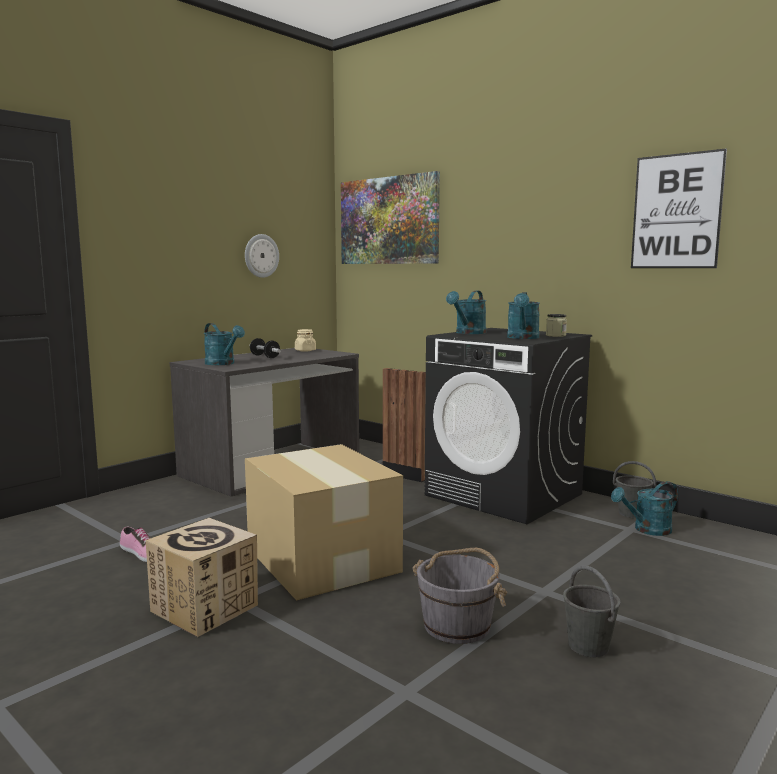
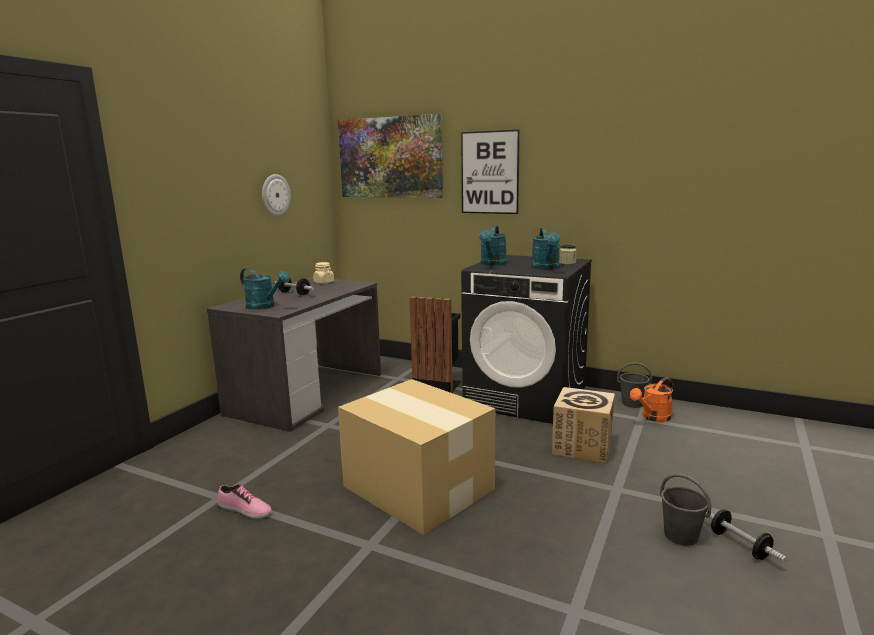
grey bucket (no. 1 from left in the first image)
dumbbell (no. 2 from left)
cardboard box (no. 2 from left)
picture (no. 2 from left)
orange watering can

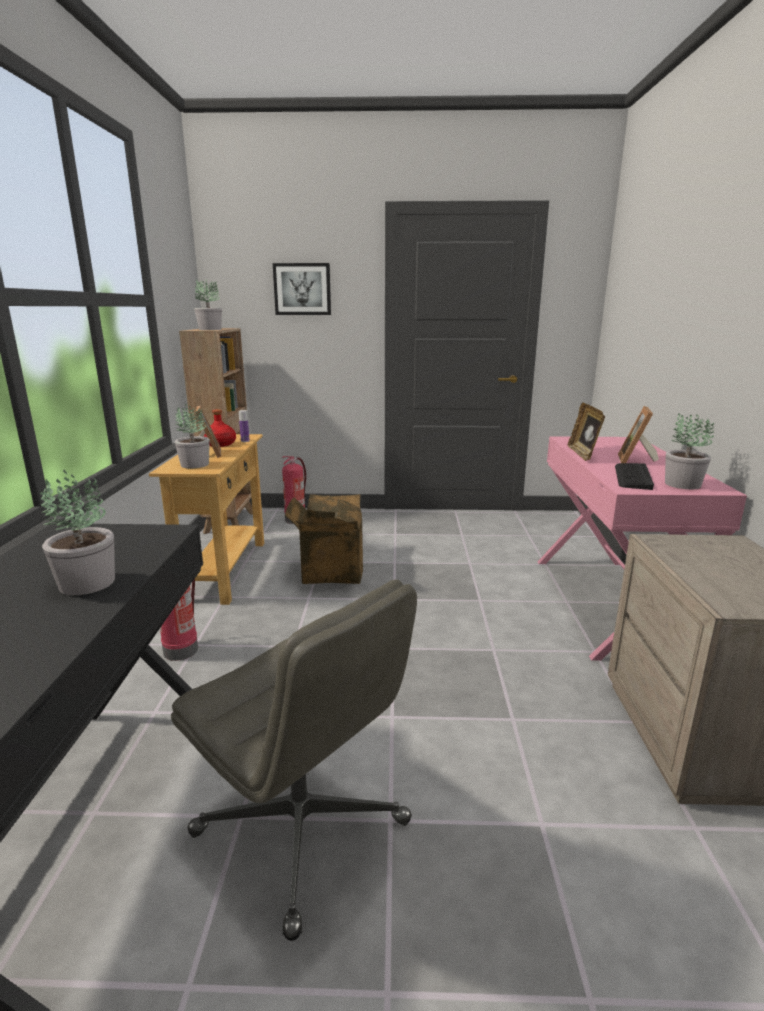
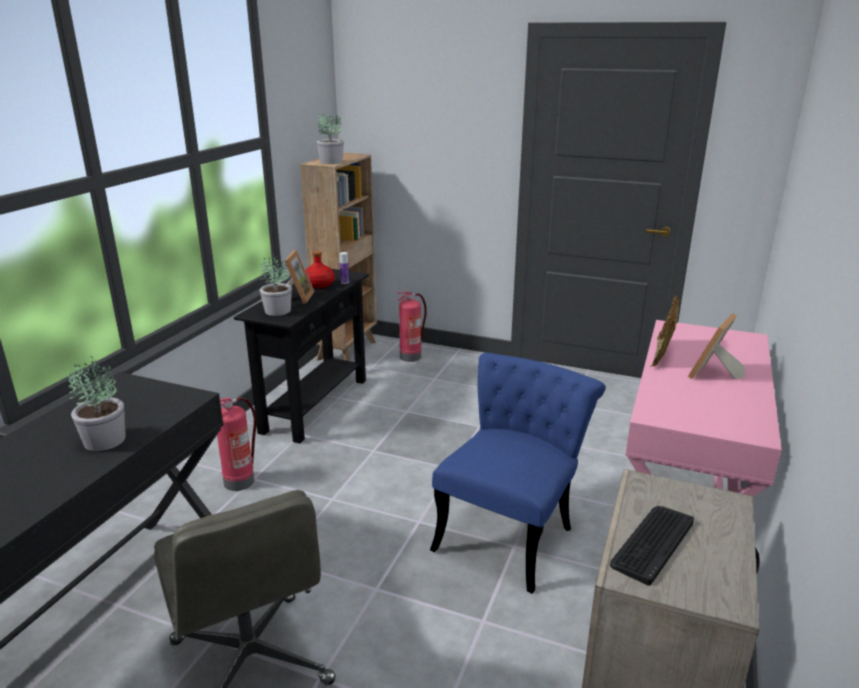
picture
cardboard box
potted plant (no. 4 from left in the first image)
blue chair
keyboard
black console table

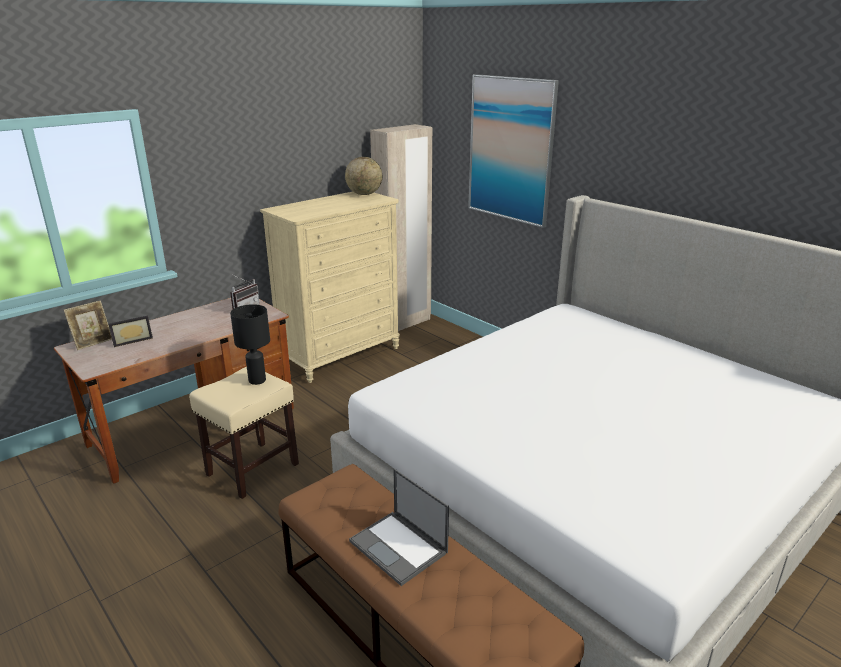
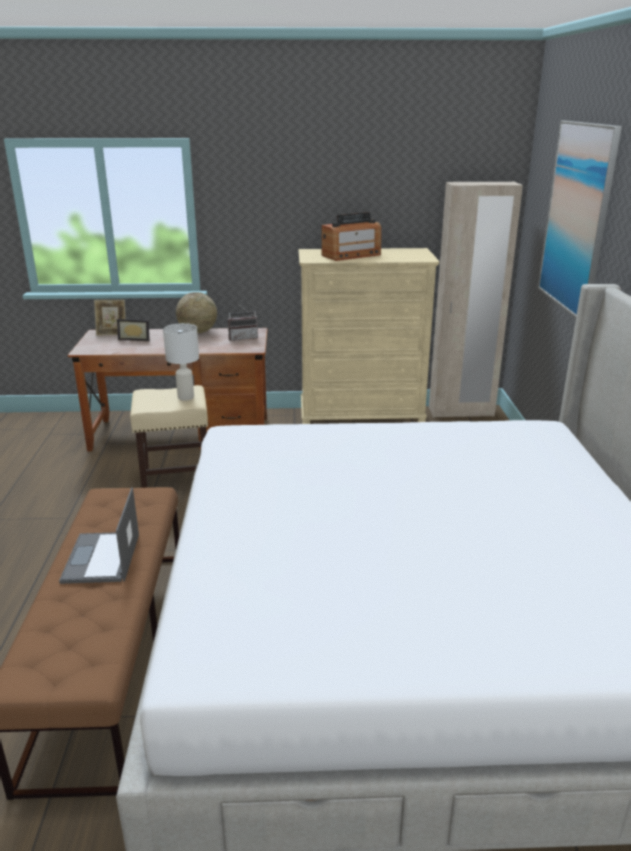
radio (no. 2 from left)
globe
white table lamp

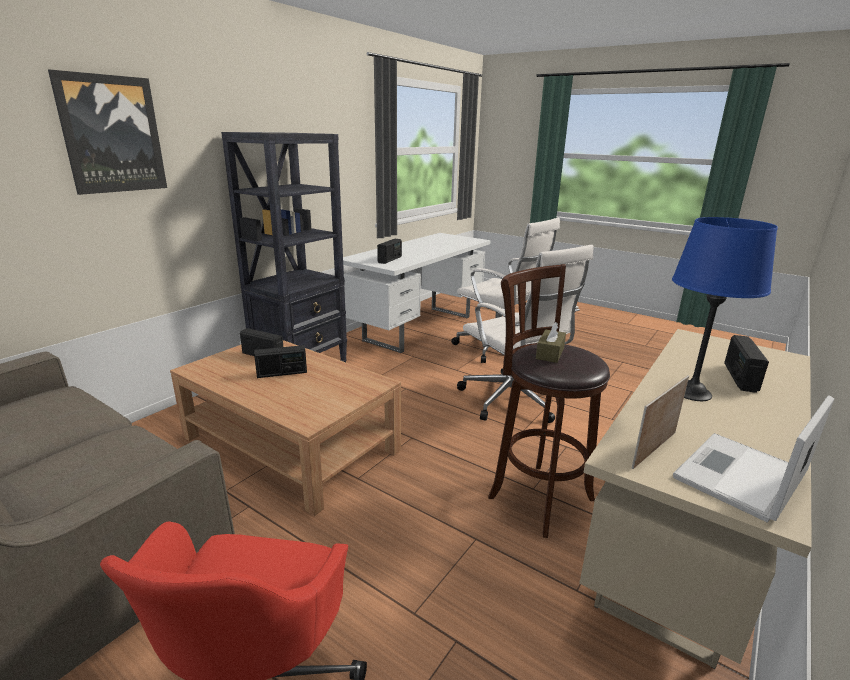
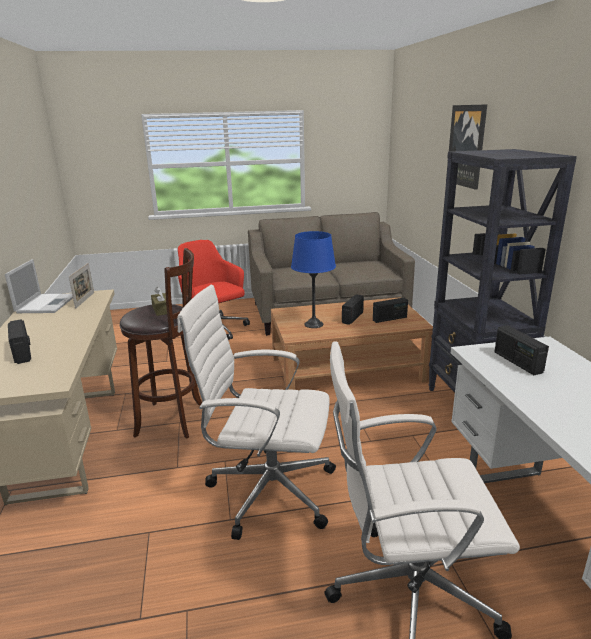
blue table lamp

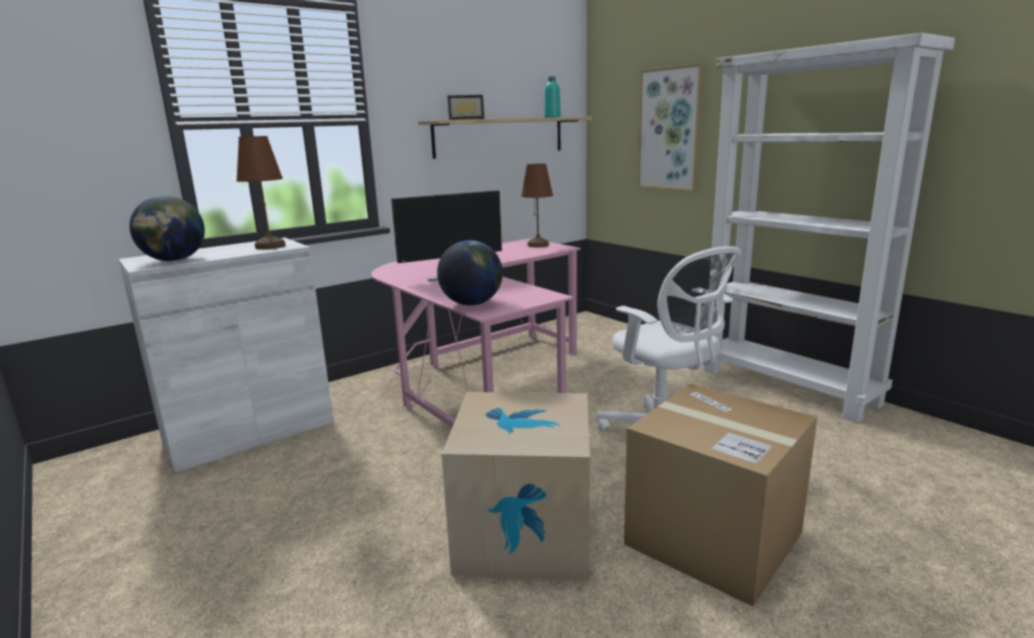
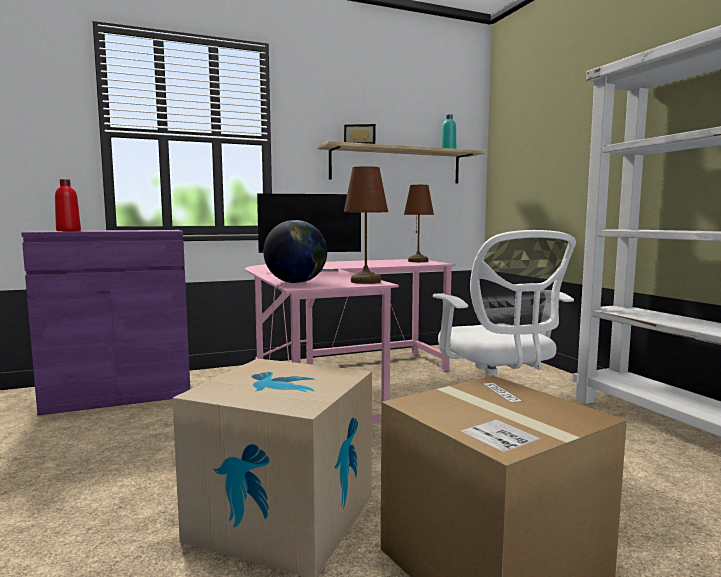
picture
brown table lamp (no. 1 from left)
red bottle
purple cabinet

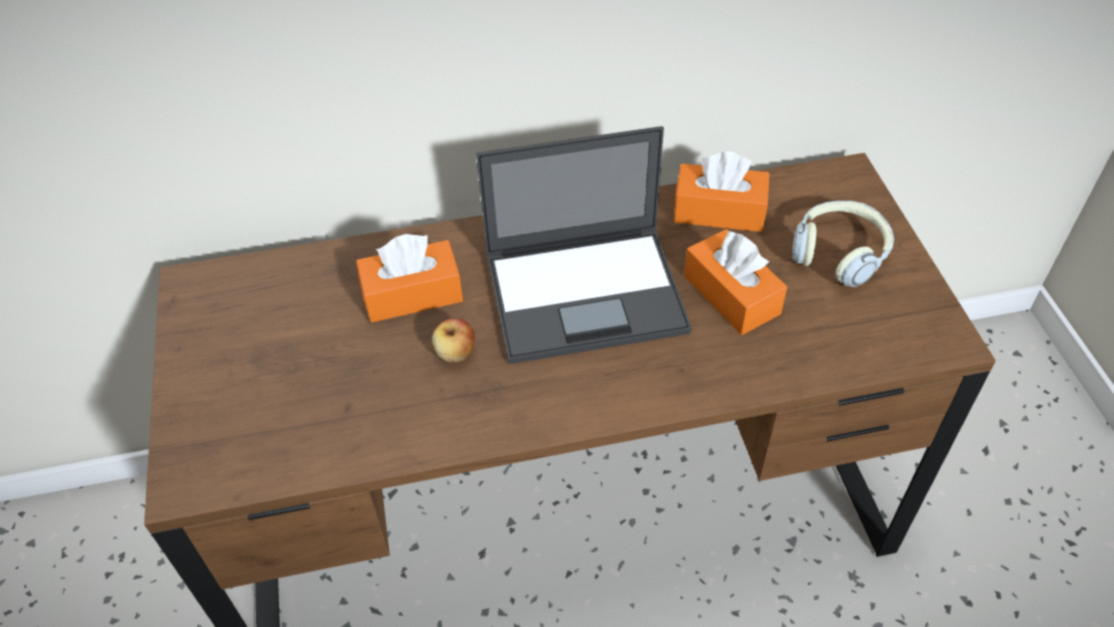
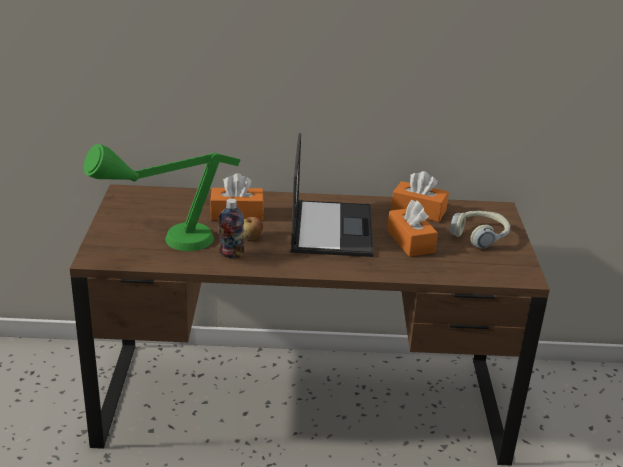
green table lamp
bottle
laptop

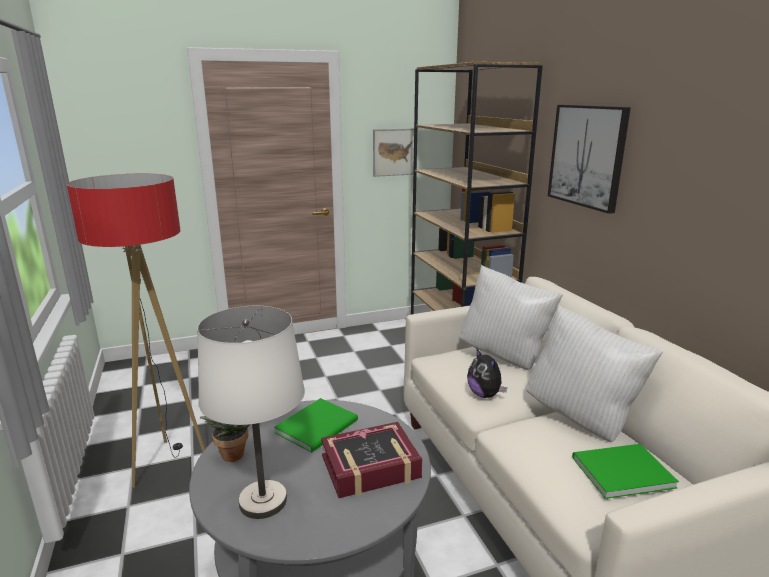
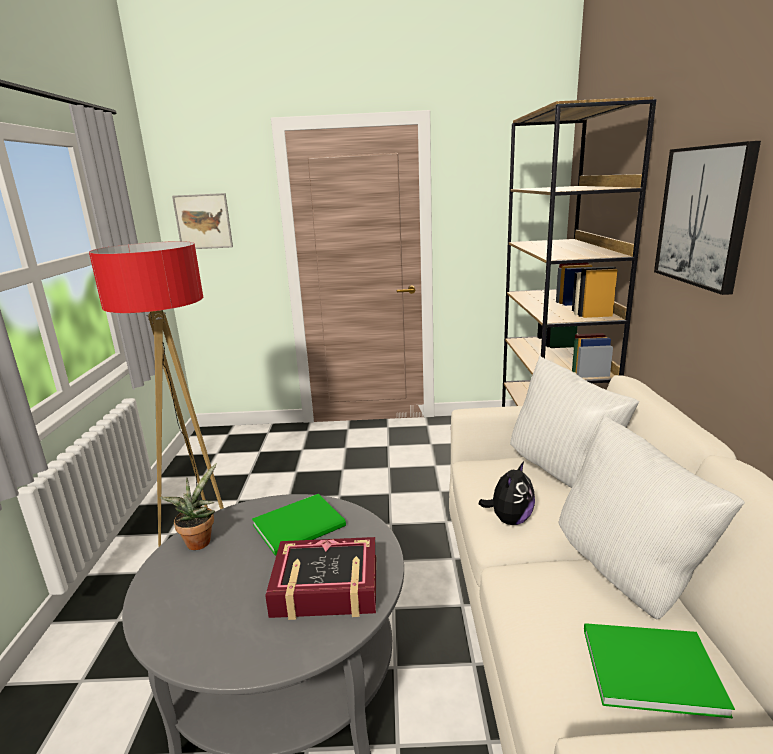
white table lamp
picture (no. 1 from left)
plush toy

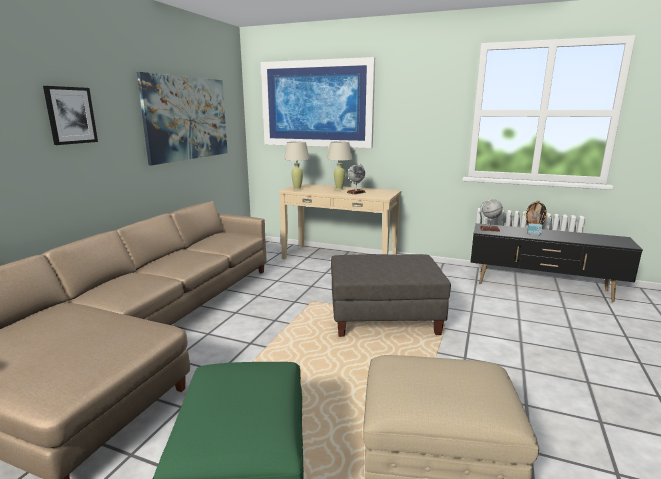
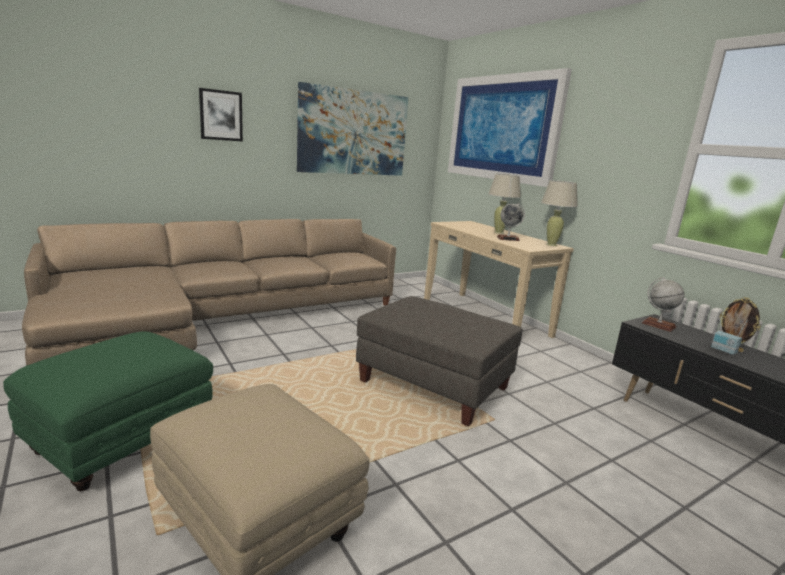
beige table lamp (no. 2 from left)

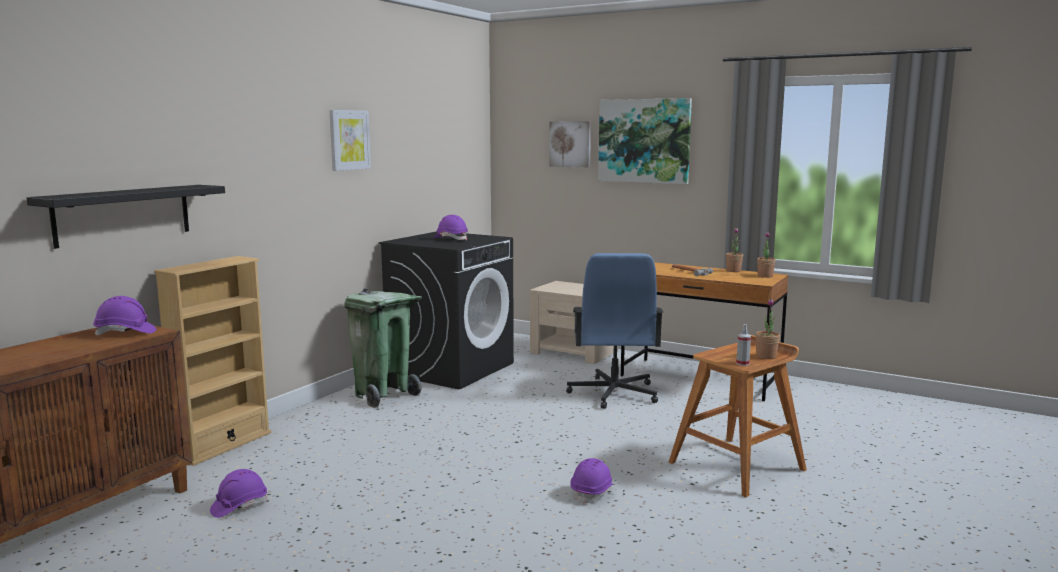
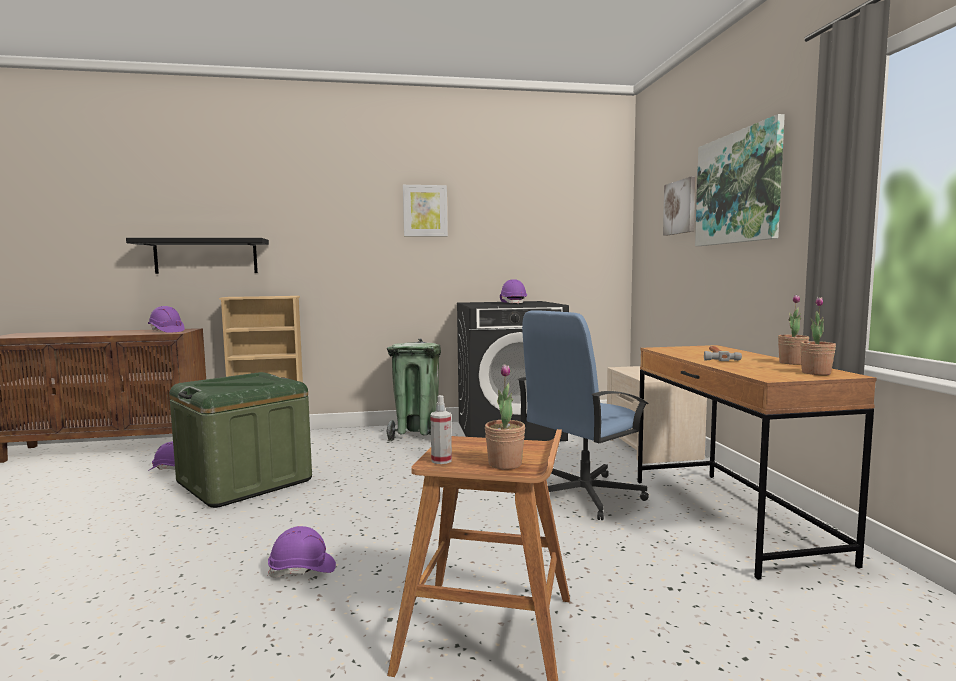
green storage box

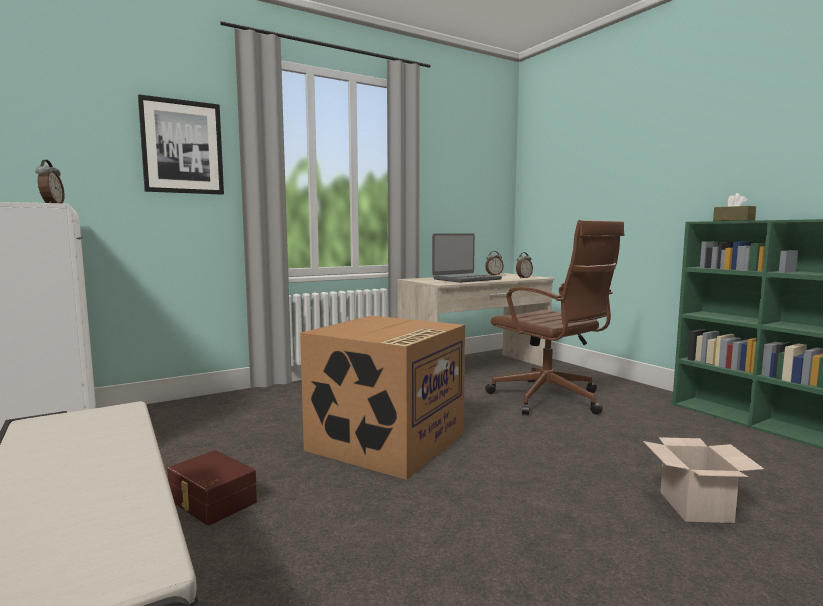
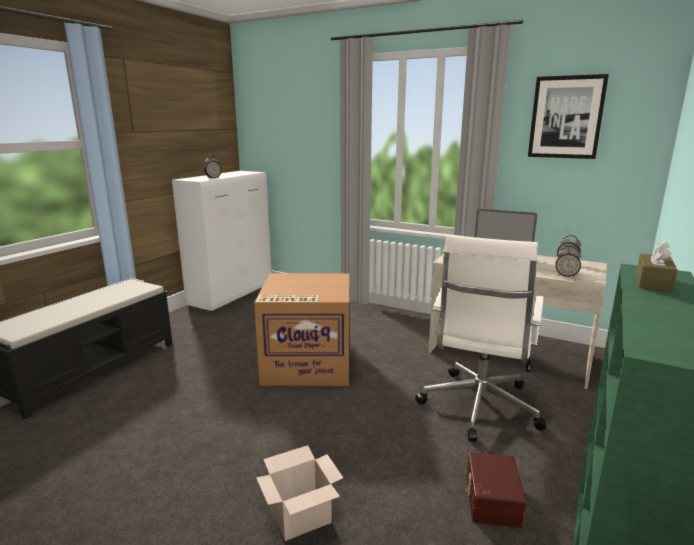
picture
brown storage box
white office chair

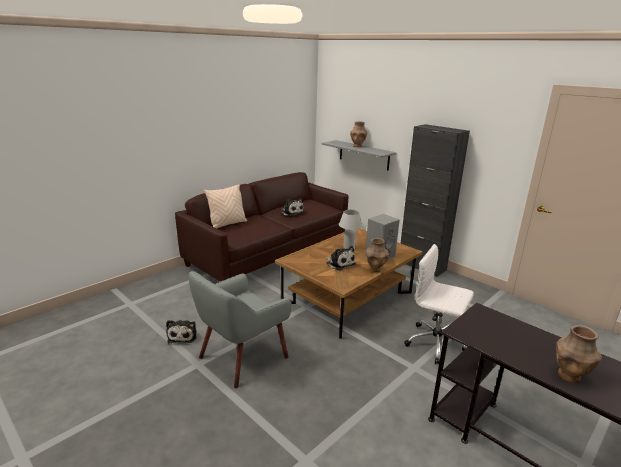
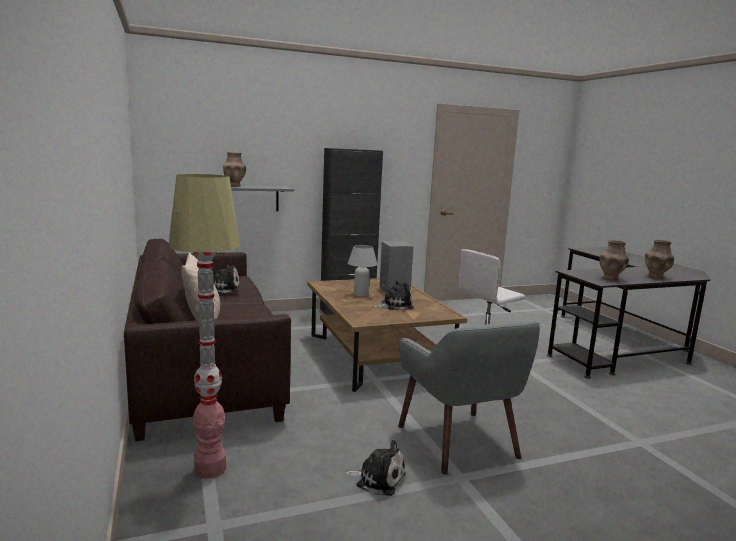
floor lamp
brown vase (no. 2 from left)

